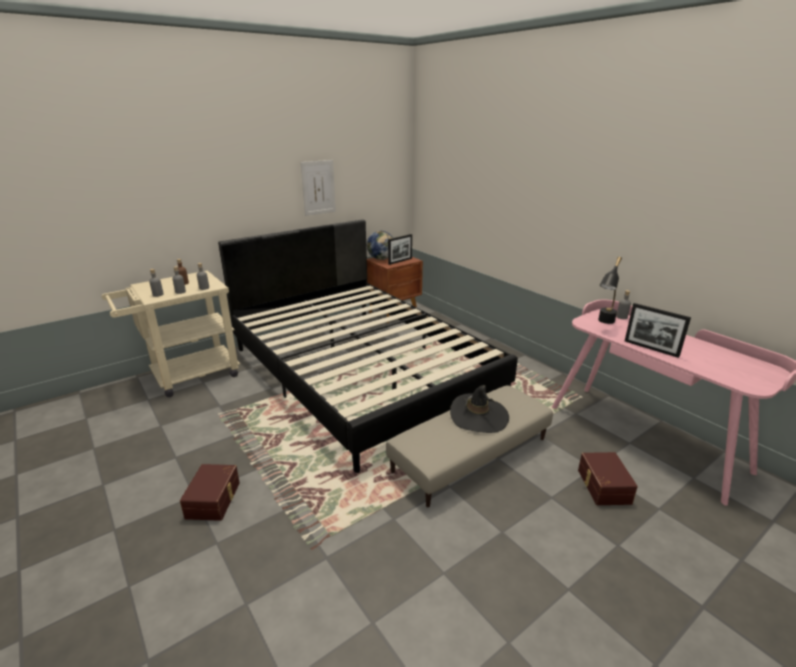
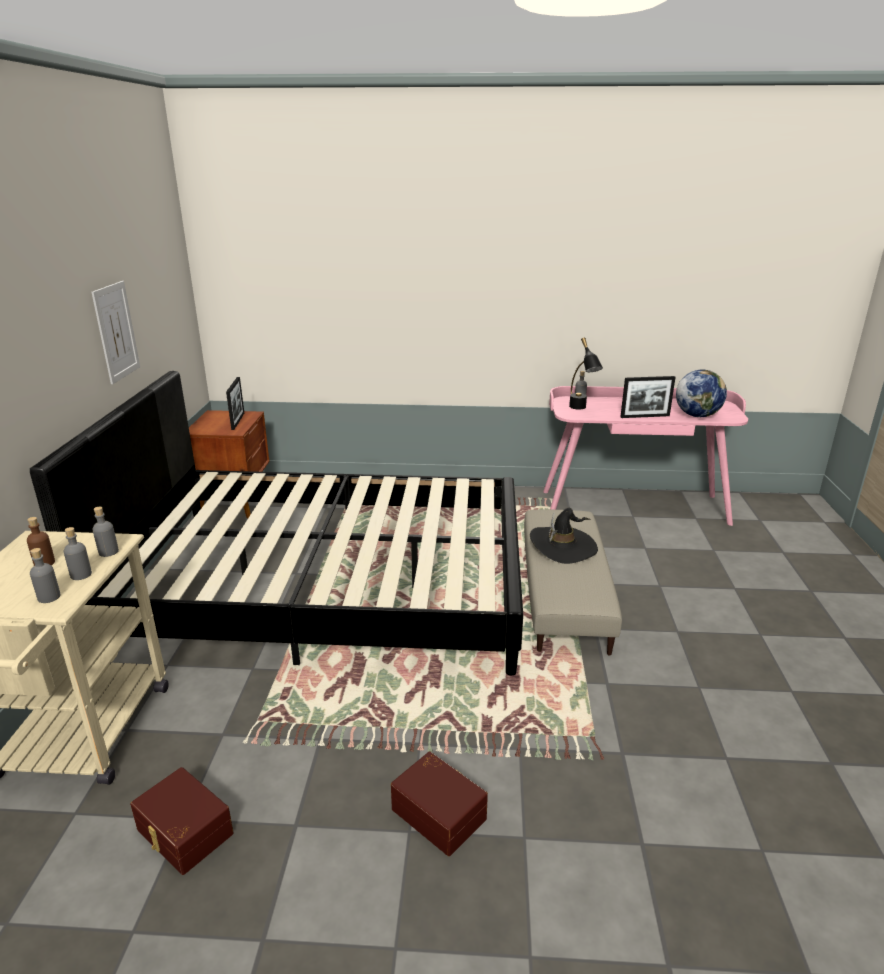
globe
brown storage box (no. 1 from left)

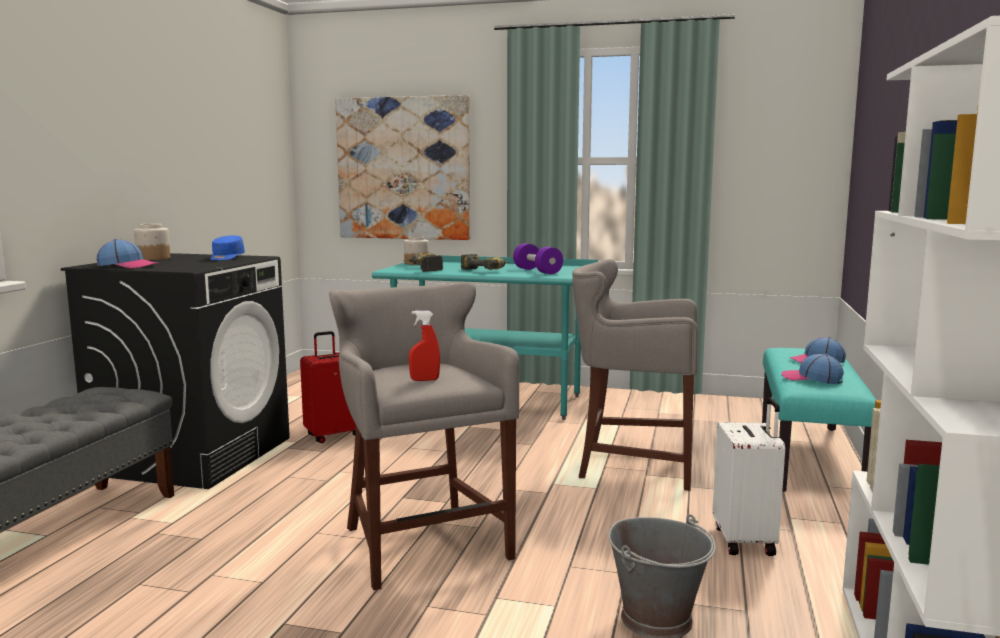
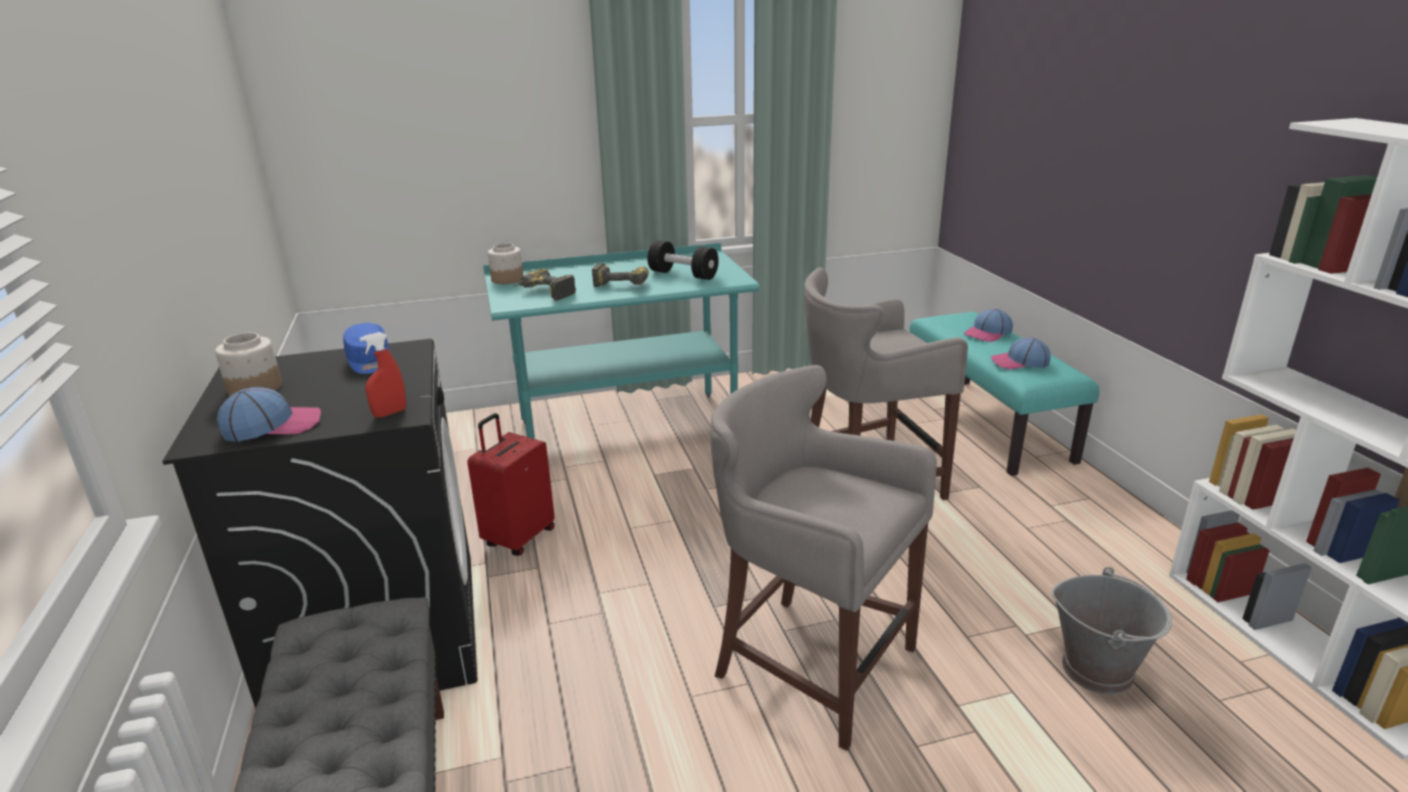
picture
white suitcase
red spray bottle
black dumbbell

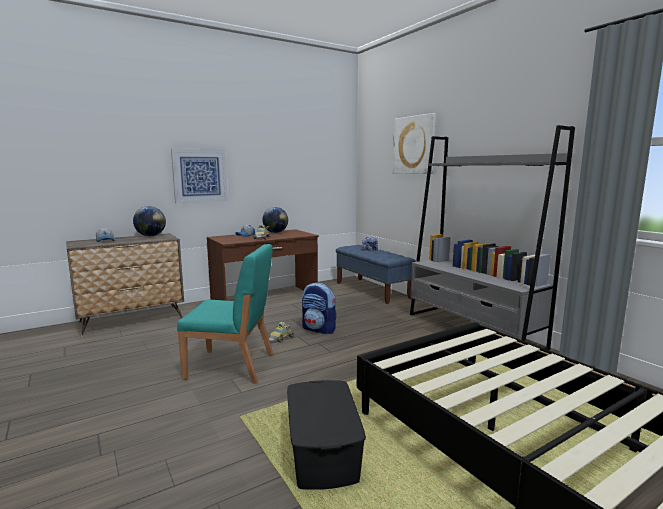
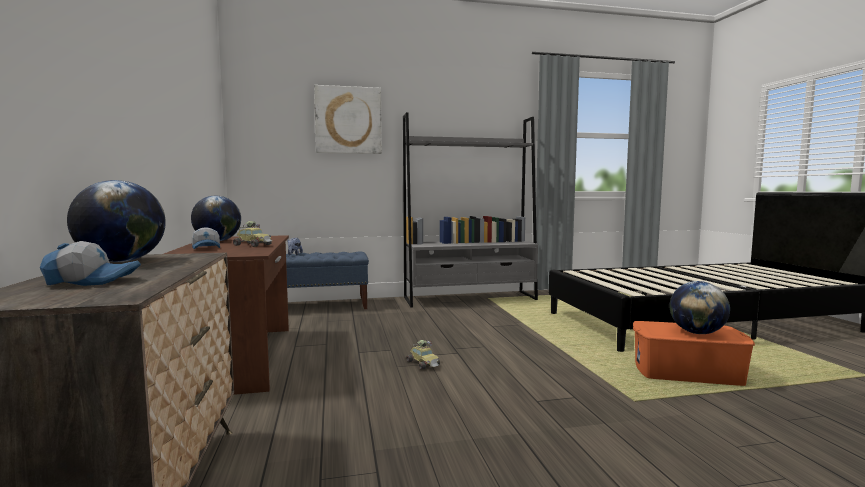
picture (no. 1 from left in the first image)
turquoise chair
backpack
globe (no. 3 from left)
orange storage box

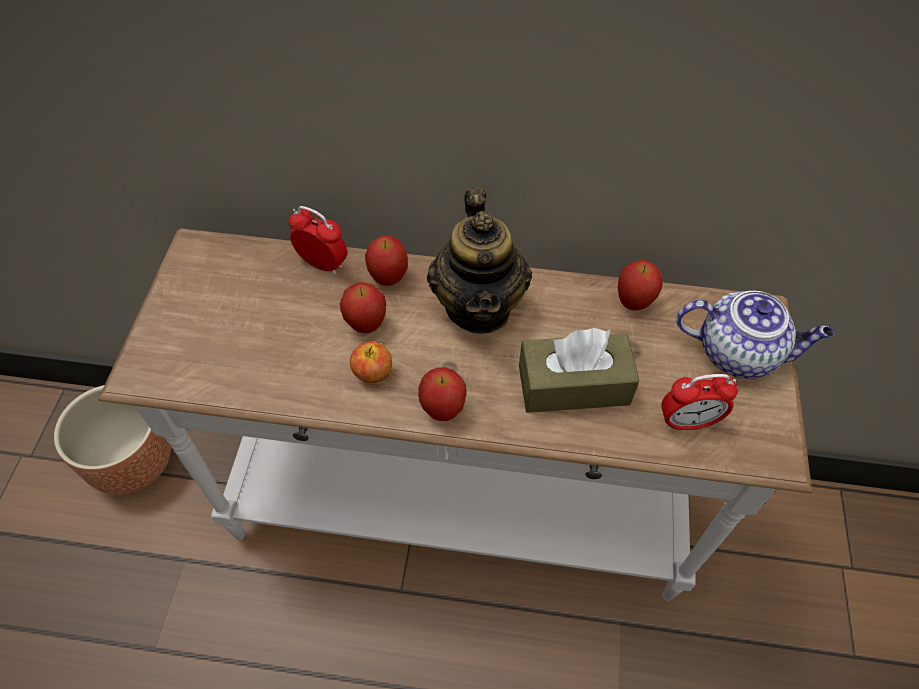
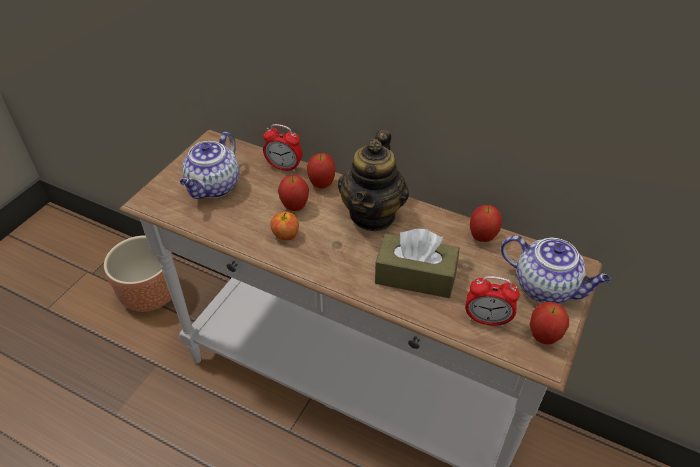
teapot (no. 1 from left)
apple (no. 5 from left)
alarm clock (no. 1 from left)

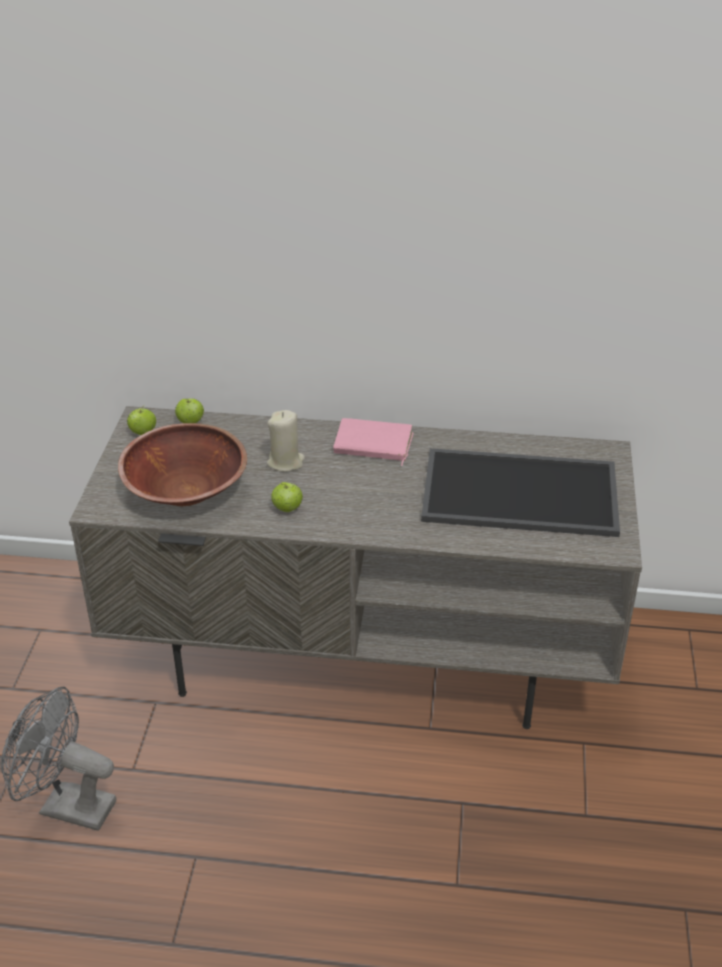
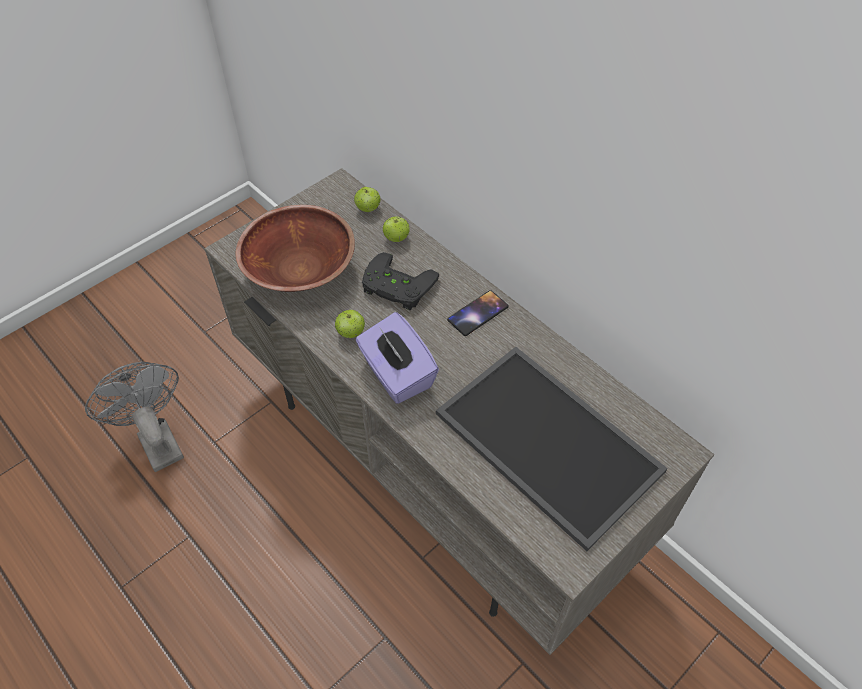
purple tissue box
apple (no. 3 from left)
black game controller
phone

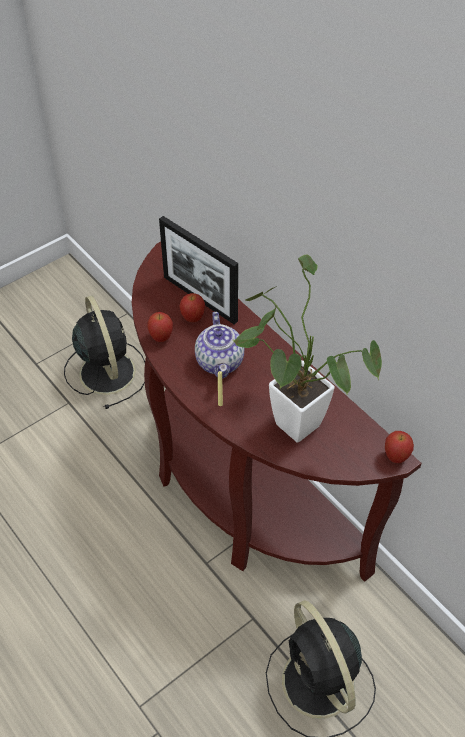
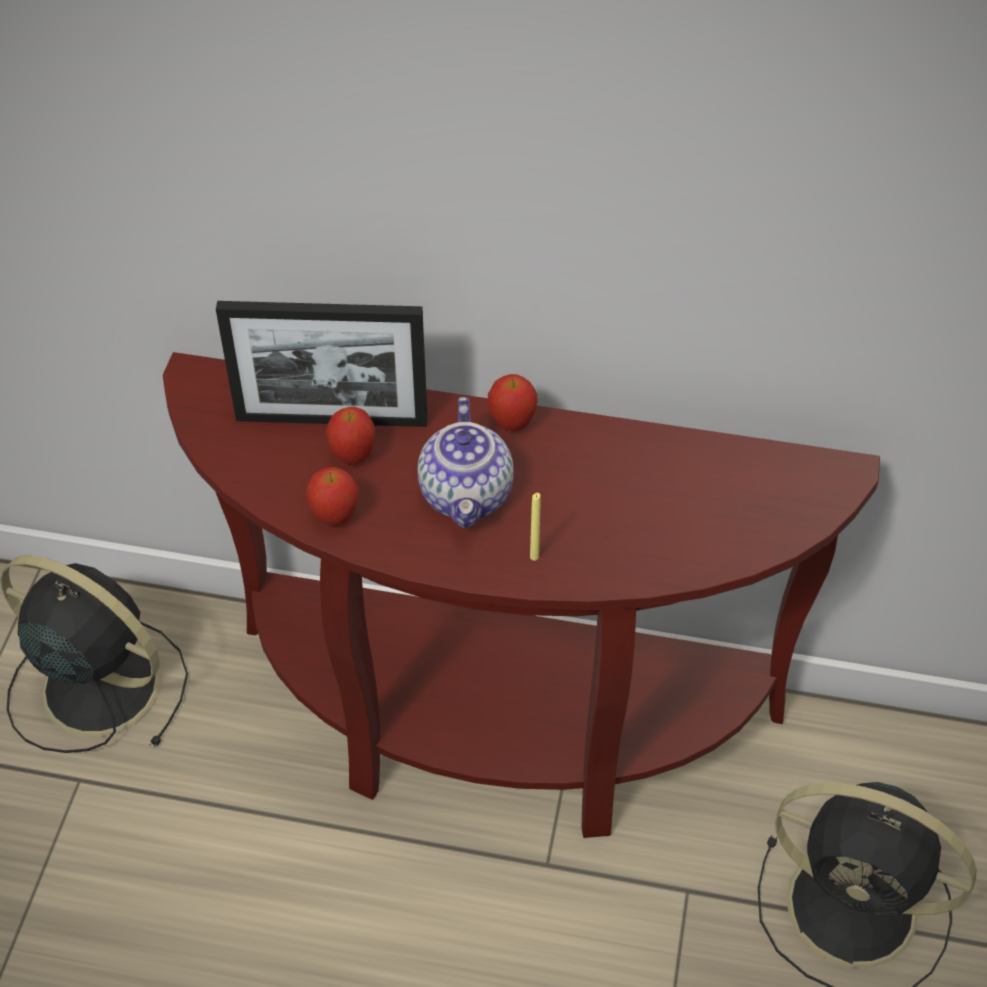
potted plant
apple (no. 3 from left)
teapot

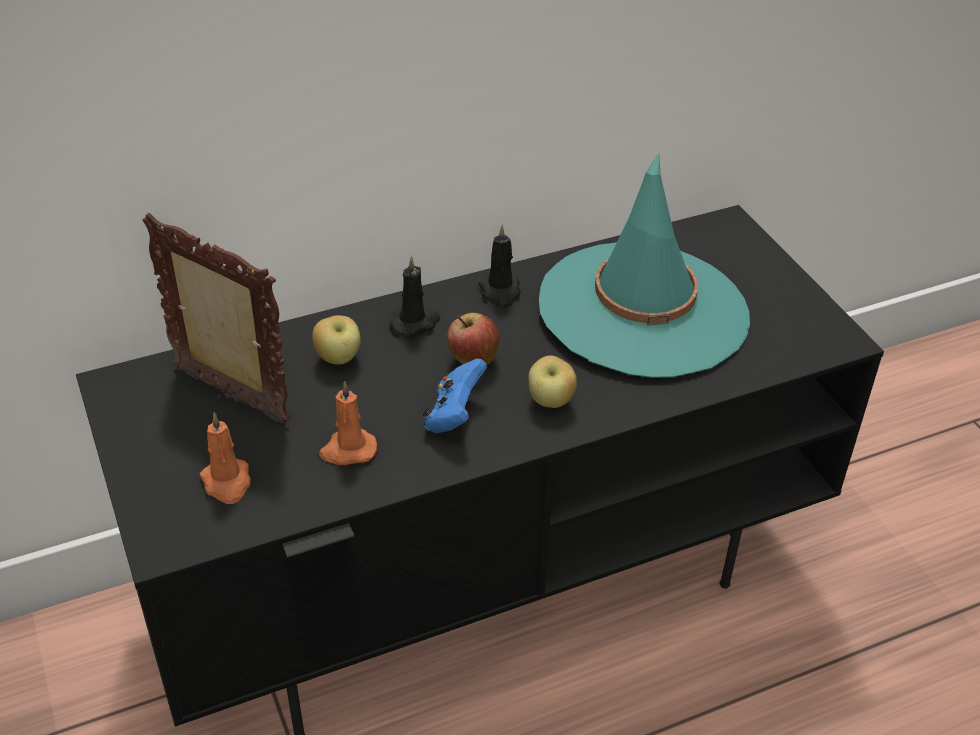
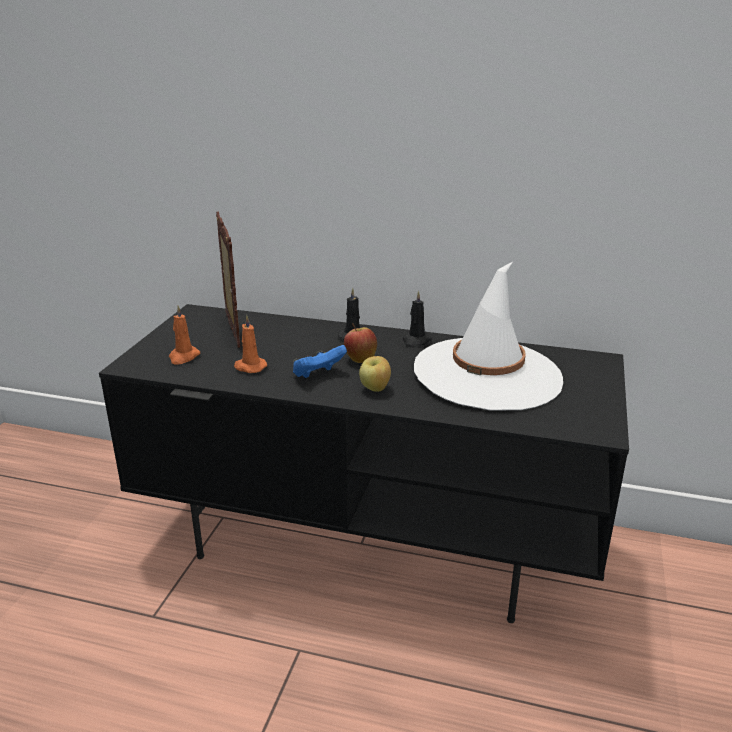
apple (no. 1 from left in the first image)
white hat

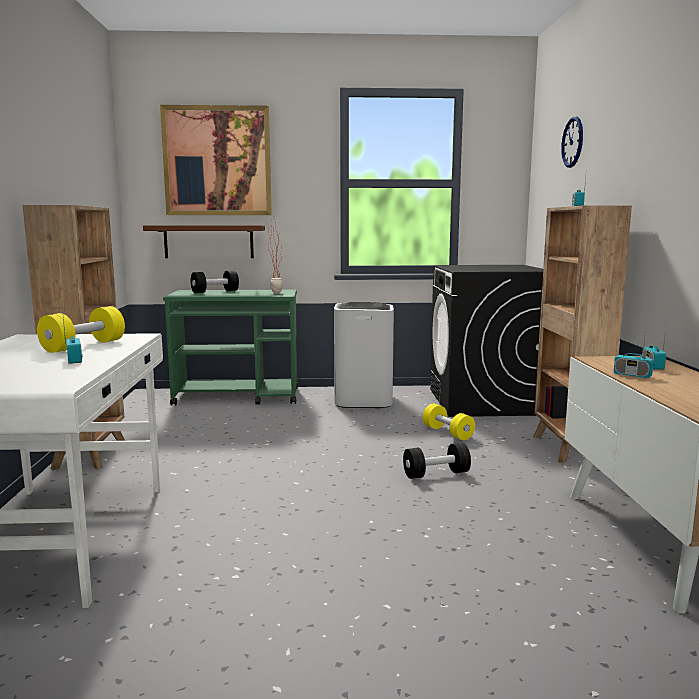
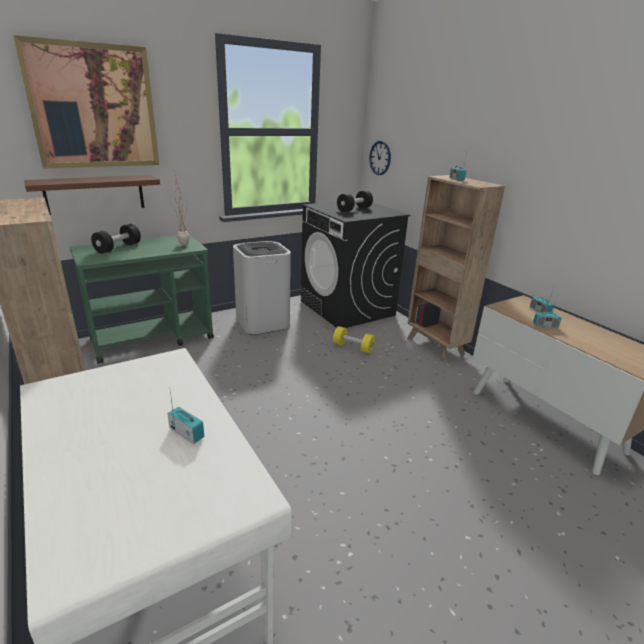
yellow dumbbell (no. 1 from left in the first image)
black dumbbell (no. 2 from left)
wall clock

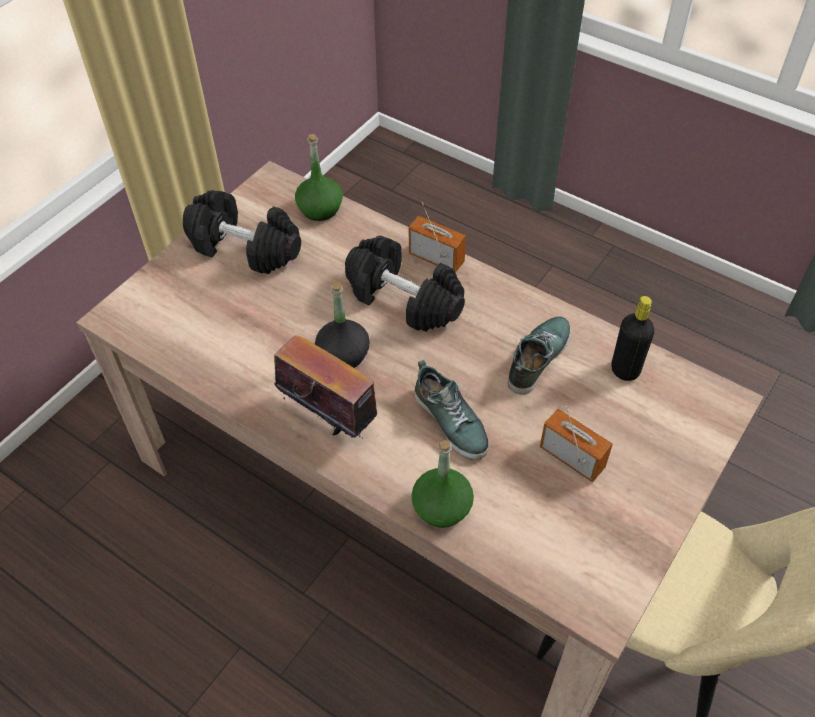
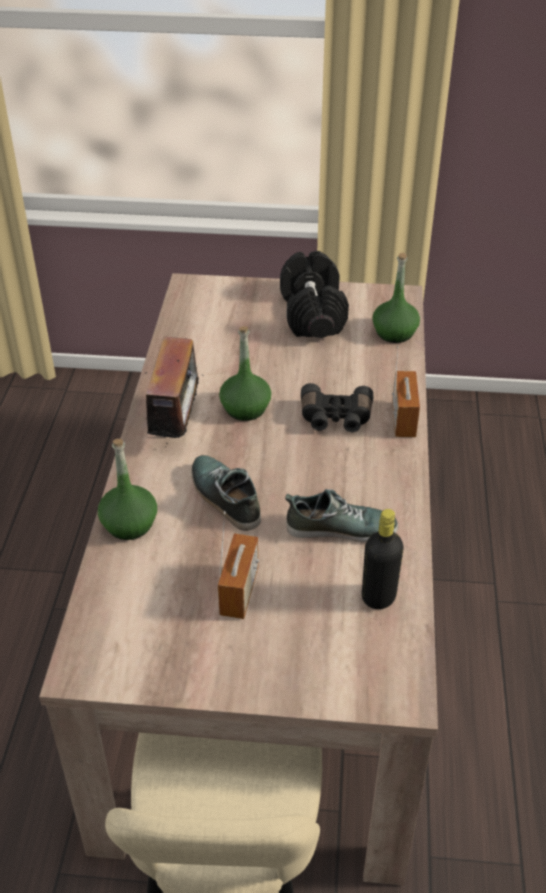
black binoculars
green bottle (no. 2 from left)
shoe (no. 1 from left)

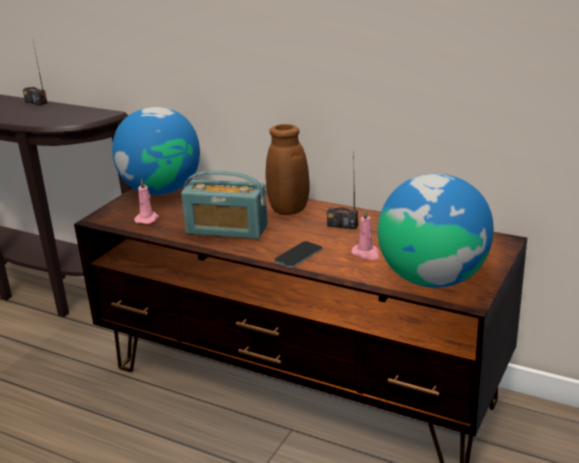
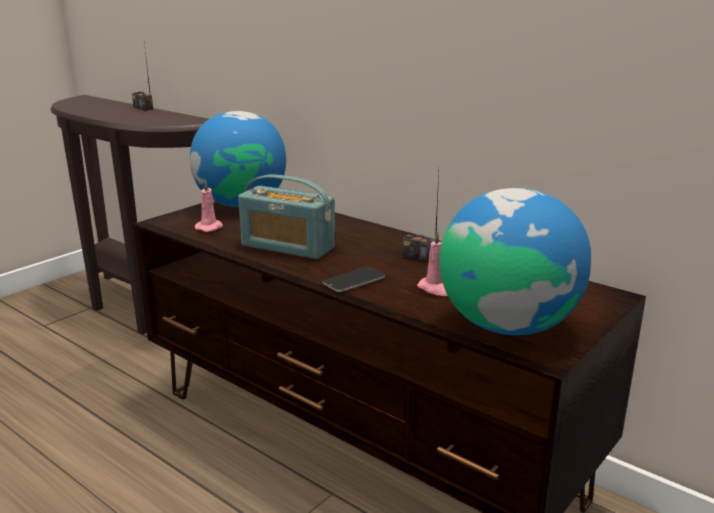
brown vase

